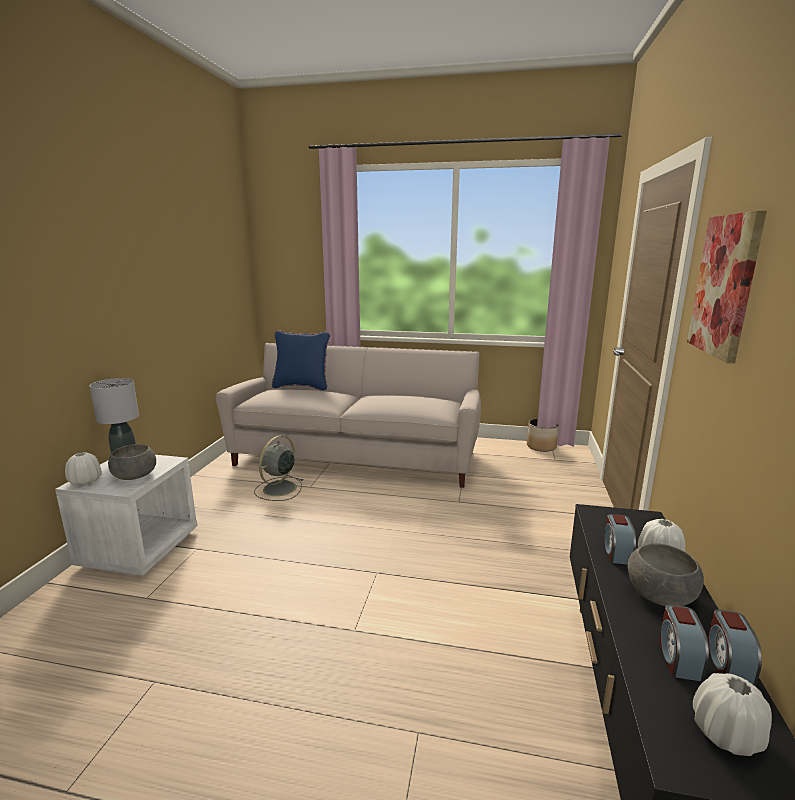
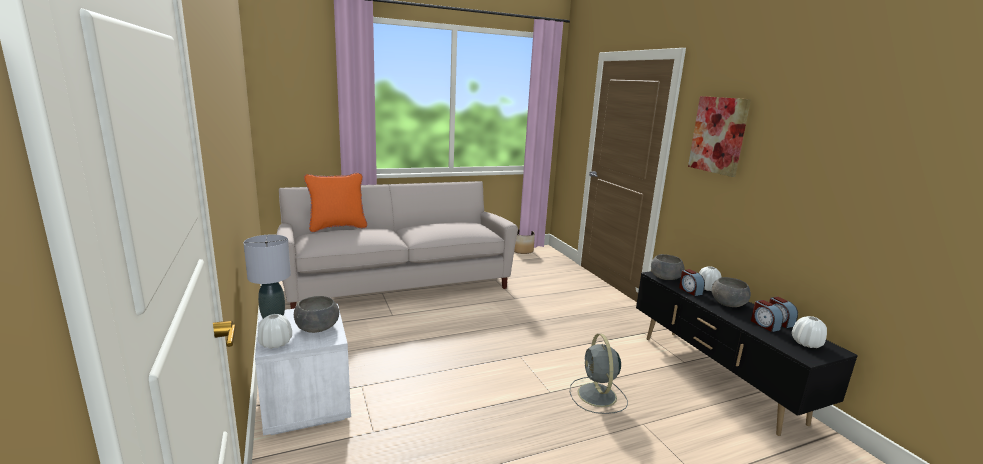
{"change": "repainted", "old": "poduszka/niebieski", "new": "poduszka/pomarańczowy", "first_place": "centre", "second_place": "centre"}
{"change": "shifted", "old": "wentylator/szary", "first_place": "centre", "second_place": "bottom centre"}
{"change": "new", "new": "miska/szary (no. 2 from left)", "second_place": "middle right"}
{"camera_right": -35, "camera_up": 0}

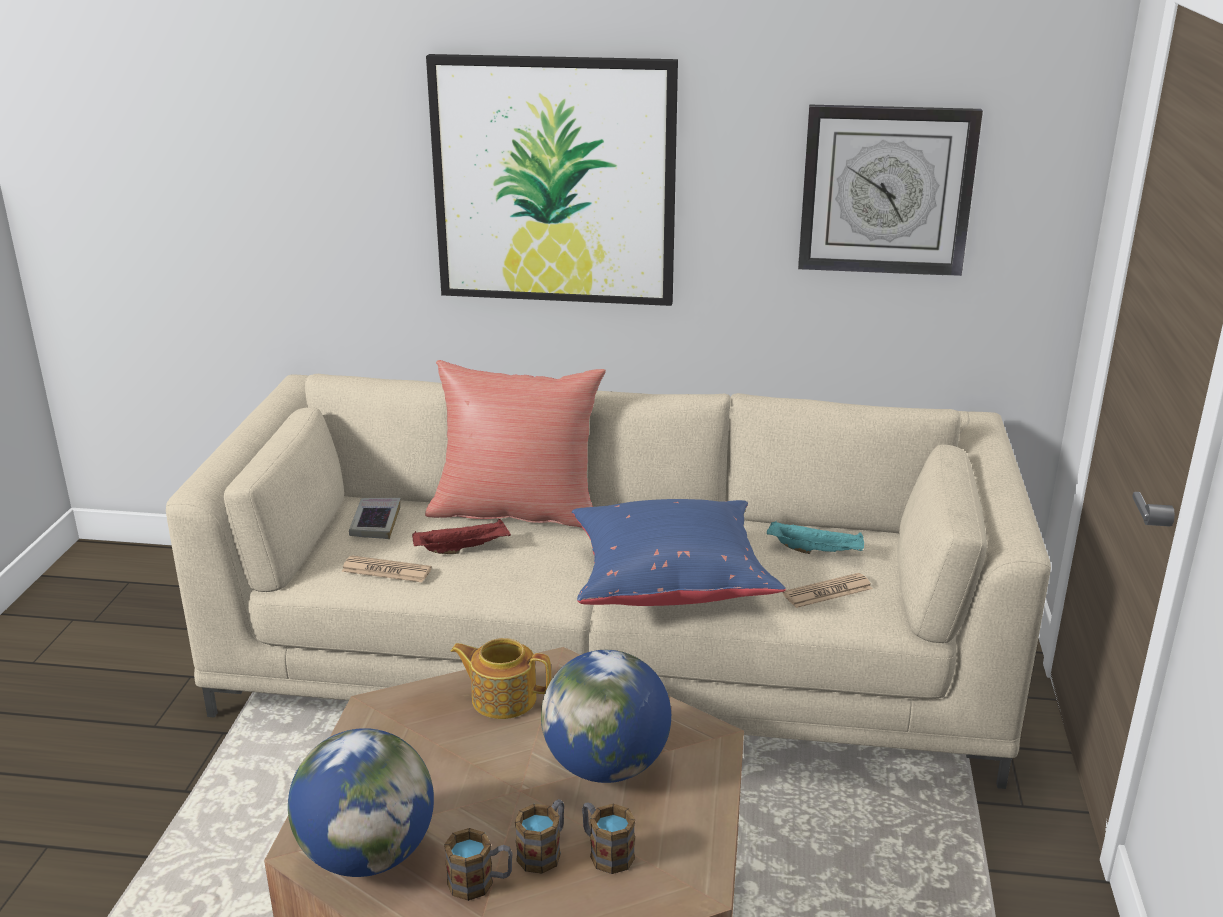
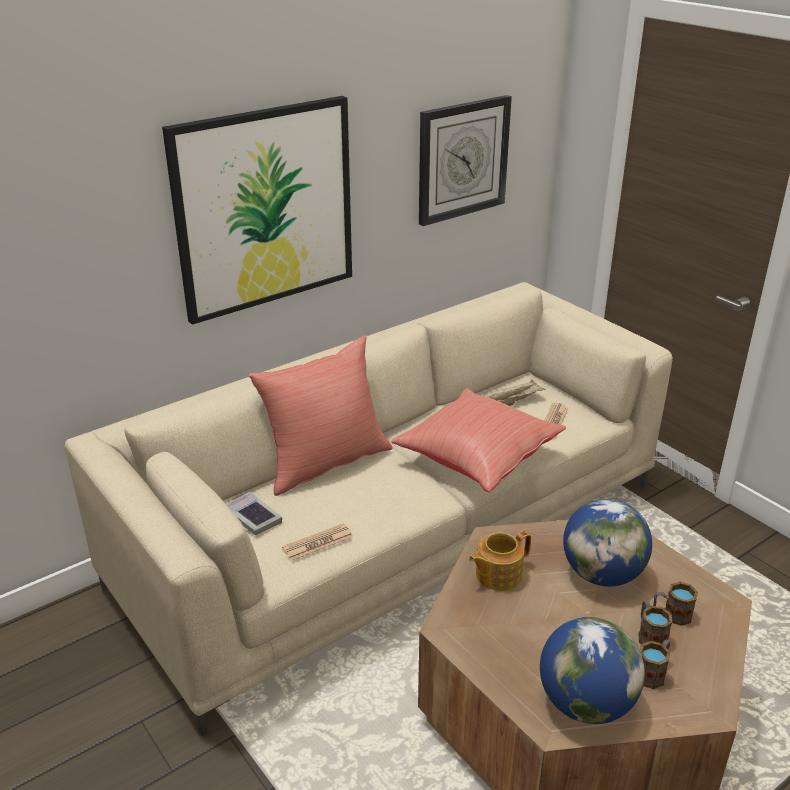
{"change": "repainted", "old": "poduszka/niebieski", "new": "poduszka/czerwony (no. 2 from left)", "first_place": "centre", "second_place": "centre"}
{"change": "repainted", "old": "taca/turkusowy", "new": "taca/beżowy", "first_place": "centre", "second_place": "centre"}
{"change": "gone", "old": "taca/czerwony", "first_place": "centre"}
{"camera_right": -45, "camera_up": 5}

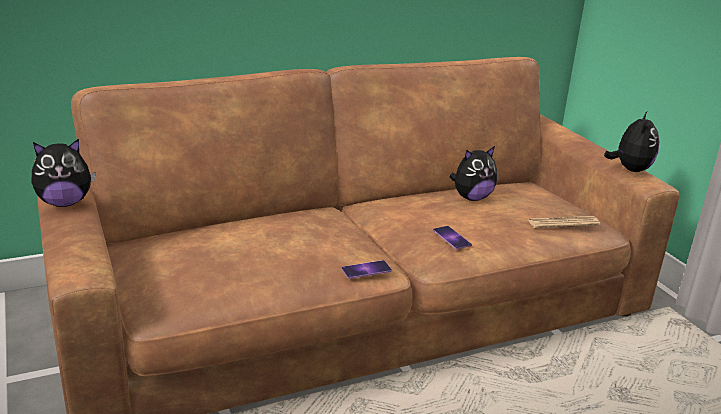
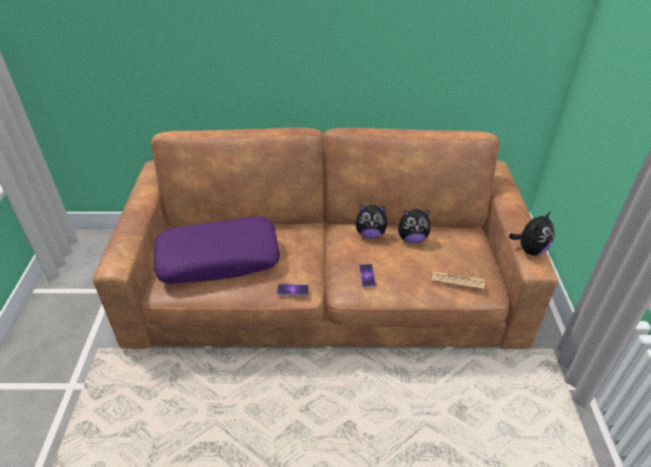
{"change": "new", "new": "poduszka/fioletowy", "second_place": "centre"}
{"change": "shifted", "old": "pluszak (no. 1 from left)", "first_place": "middle left", "second_place": "centre"}
{"camera_right": 25, "camera_up": 15}

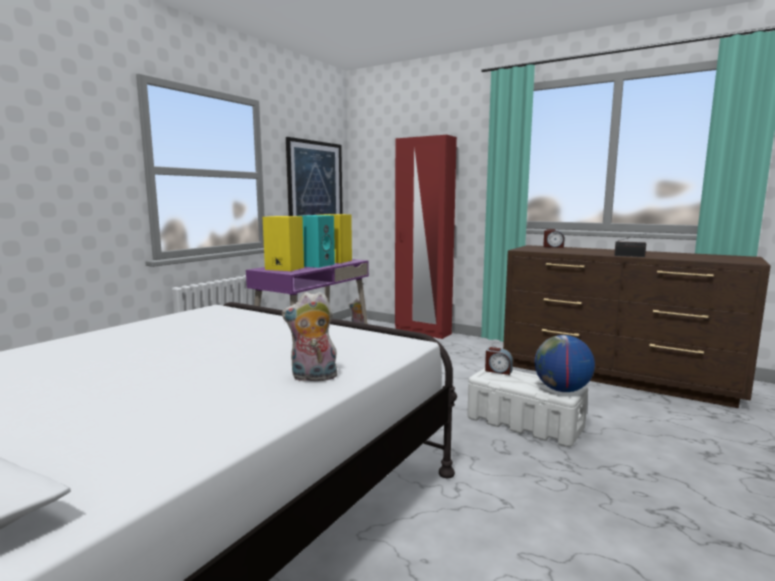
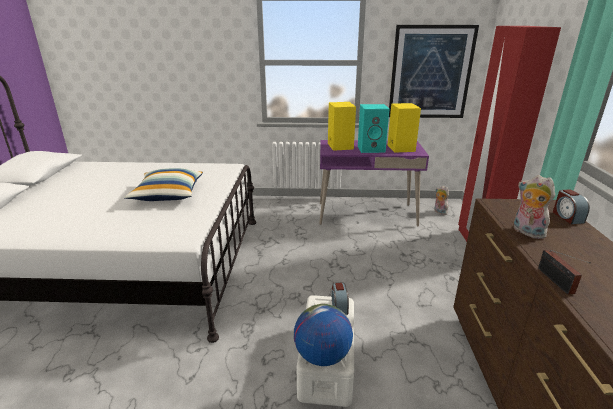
{"change": "new", "new": "poduszka", "second_place": "middle left"}
{"change": "shifted", "old": "pluszak (no. 1 from left in the first image)", "new": "pluszak (no. 2 from left)", "first_place": "centre", "second_place": "middle right"}
{"camera_right": 60, "camera_up": 15}

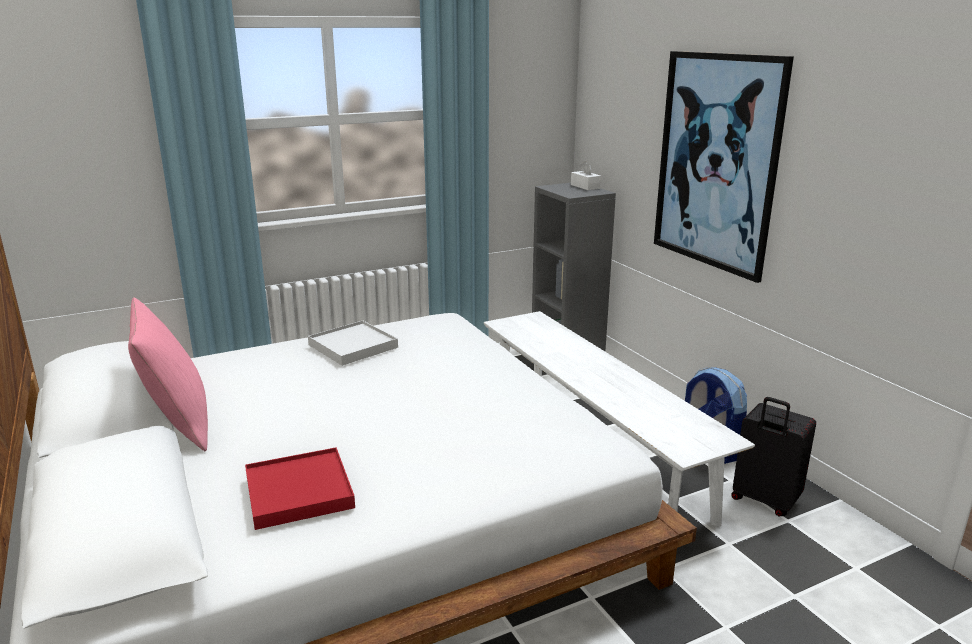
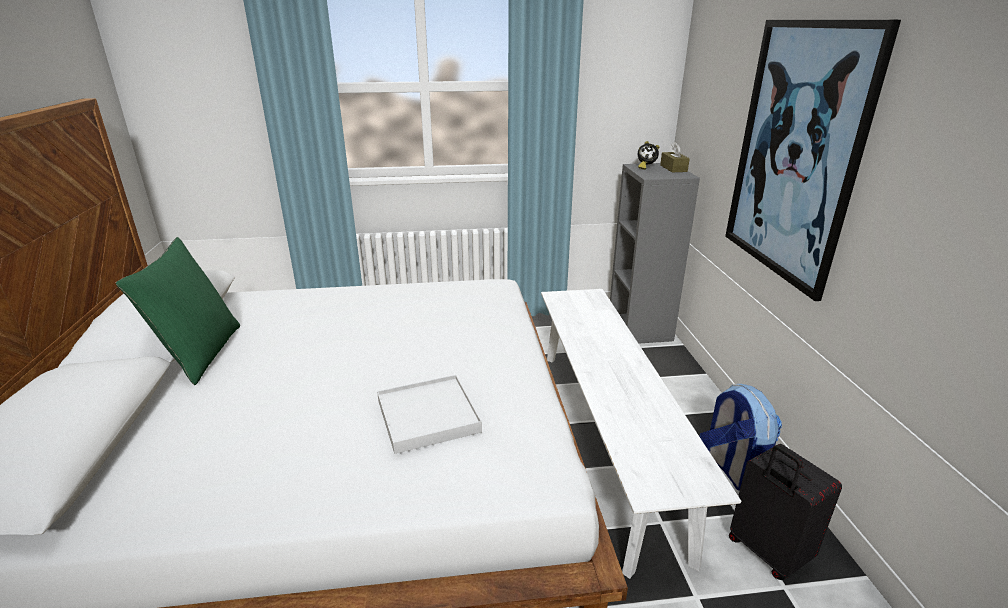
{"change": "repainted", "old": "poduszka/różowy", "new": "poduszka/zielony", "first_place": "middle left", "second_place": "middle left"}
{"change": "shifted", "old": "taca/biały", "first_place": "centre", "second_place": "bottom centre"}
{"change": "new", "new": "budzik", "second_place": "top centre"}
{"change": "repainted", "old": "pudełko chusteczek/biały", "new": "pudełko chusteczek/brązowy", "first_place": "top centre", "second_place": "top right"}
{"change": "gone", "old": "taca/czerwony", "first_place": "bottom left"}
{"camera_right": 20, "camera_up": 5}

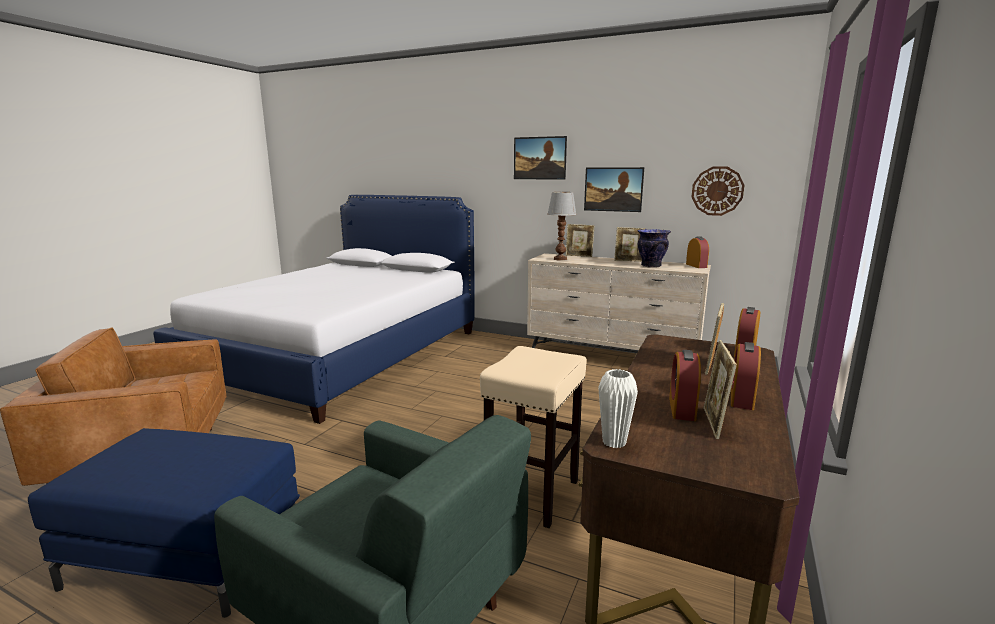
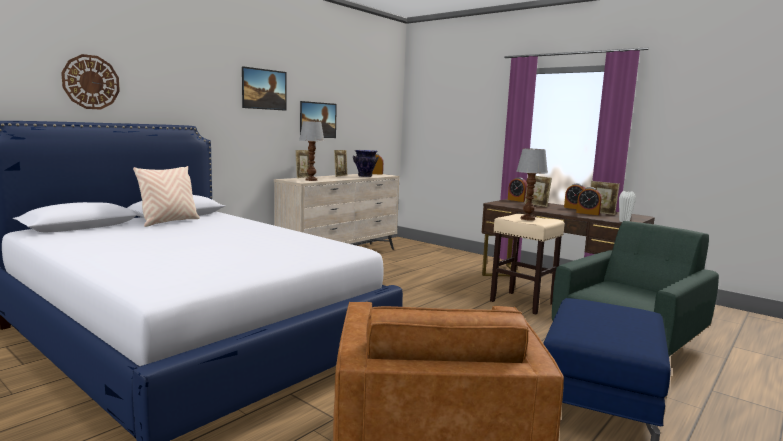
{"change": "shifted", "old": "zegar ścienny", "first_place": "top right", "second_place": "top left"}
{"change": "new", "new": "poduszka/beżowy", "second_place": "middle left"}
{"change": "new", "new": "lampa stołowa (no. 2 from left)", "second_place": "middle right"}
{"camera_right": -75, "camera_up": -5}

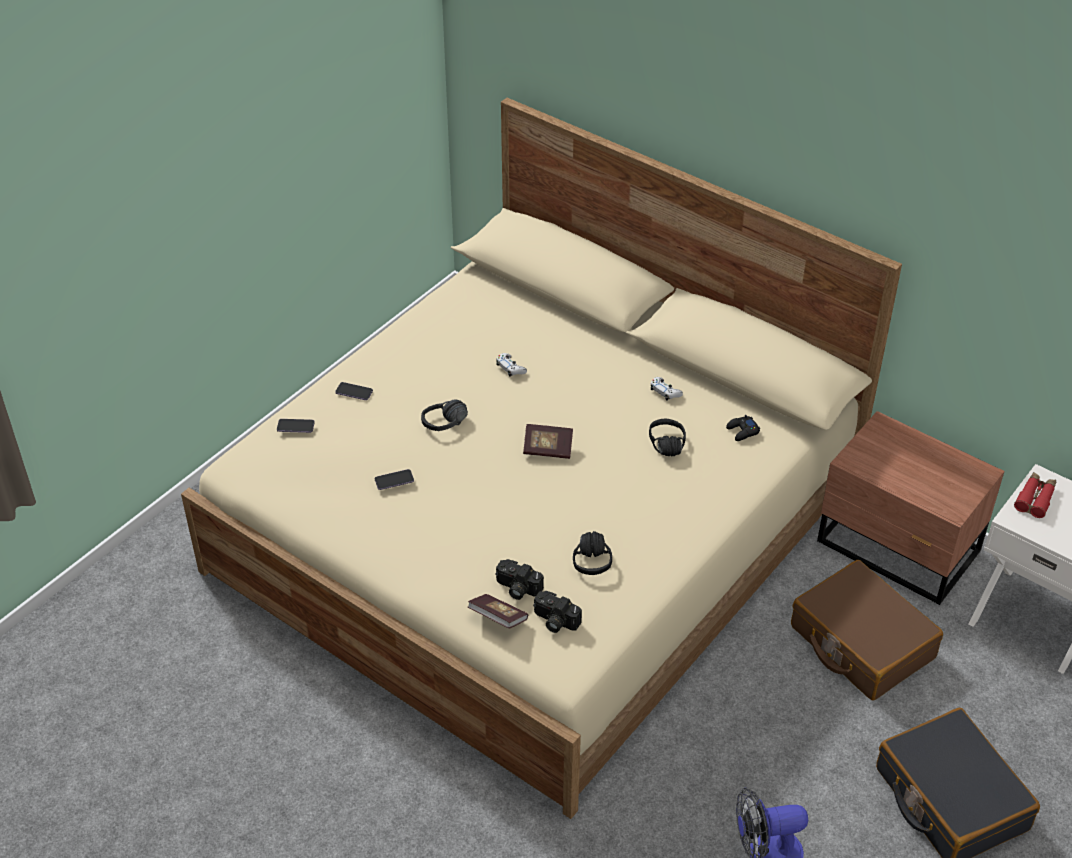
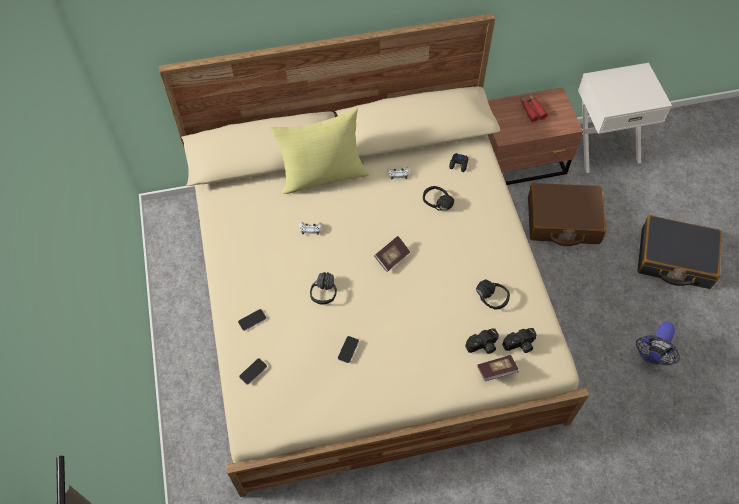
{"change": "new", "new": "poduszka/żółty", "second_place": "top centre"}
{"change": "shifted", "old": "lornetka/czerwony", "first_place": "middle right", "second_place": "top right"}
{"camera_right": -50, "camera_up": 15}

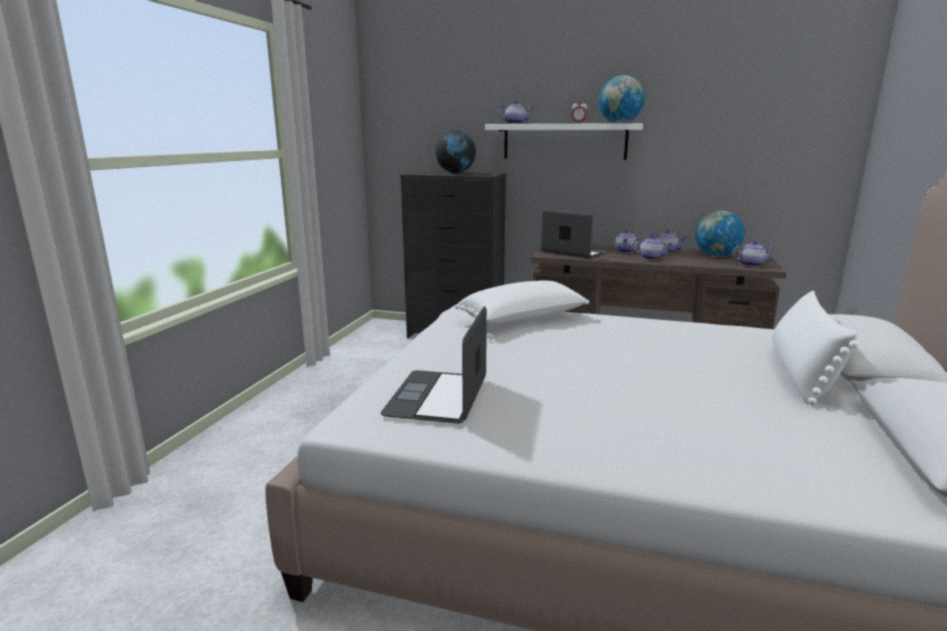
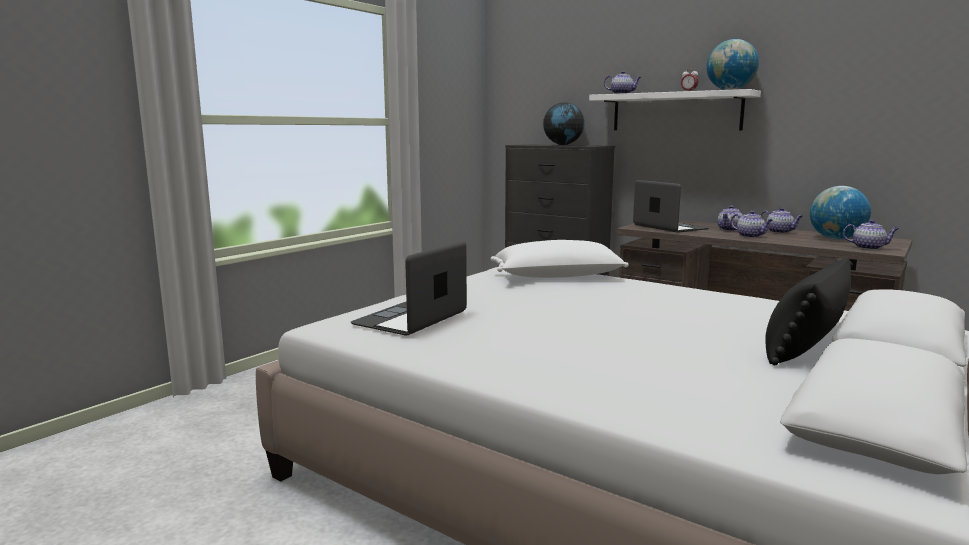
{"change": "repainted", "old": "poduszka/biały (no. 2 from left)", "new": "poduszka/czarny", "first_place": "middle right", "second_place": "middle right"}
{"camera_right": 20, "camera_up": -5}

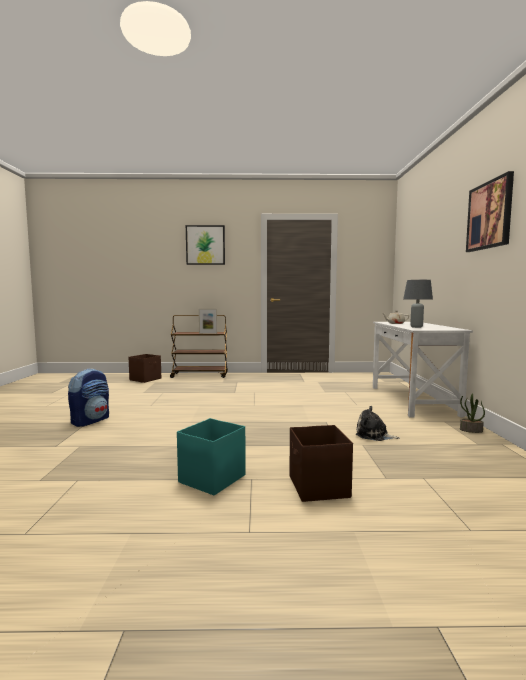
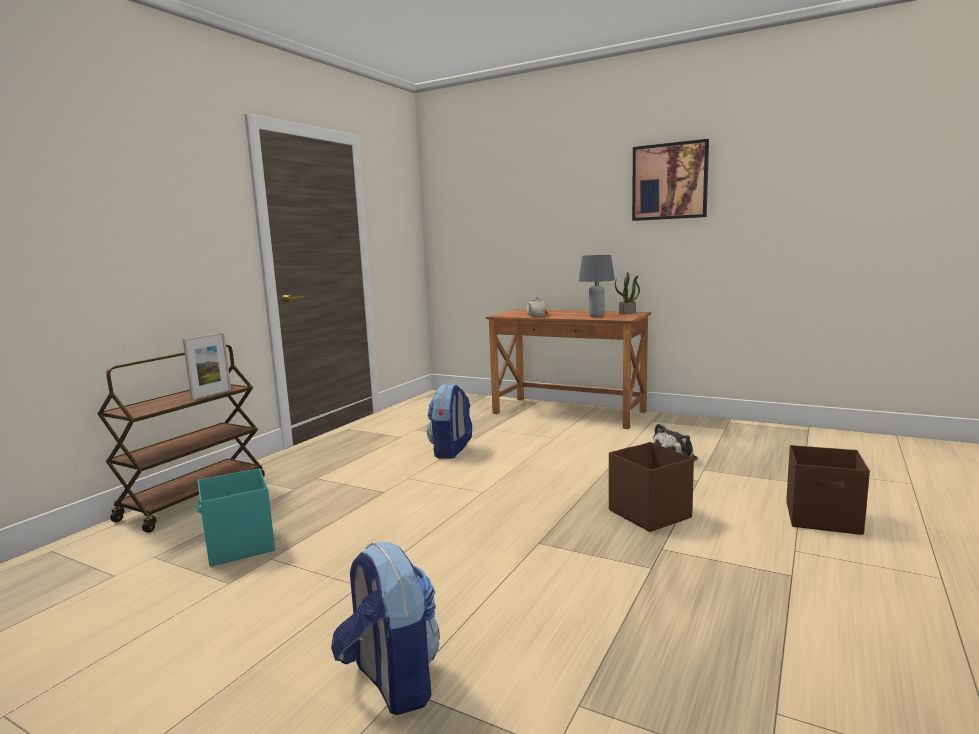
{"change": "shifted", "old": "pojemnik do przechowywania/turkusowy", "first_place": "bottom centre", "second_place": "bottom left"}
{"change": "new", "new": "plecak (no. 2 from left)", "second_place": "centre"}
{"change": "repainted", "old": "biurko/biały", "new": "biurko/brązowy", "first_place": "middle right", "second_place": "centre"}
{"change": "shifted", "old": "pojemnik do przechowywania/brązowy (no. 1 from left)", "first_place": "middle left", "second_place": "centre"}
{"change": "shifted", "old": "roślina doniczkowa", "first_place": "middle right", "second_place": "centre"}
{"change": "gone", "old": "obraz (no. 1 from left)", "first_place": "centre"}
{"camera_right": -60, "camera_up": 5}

